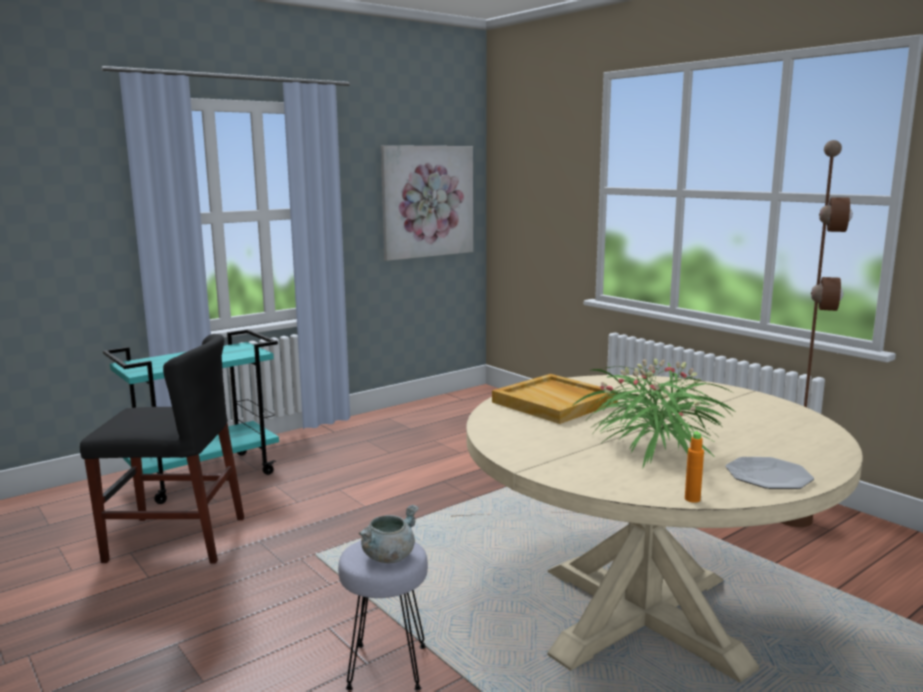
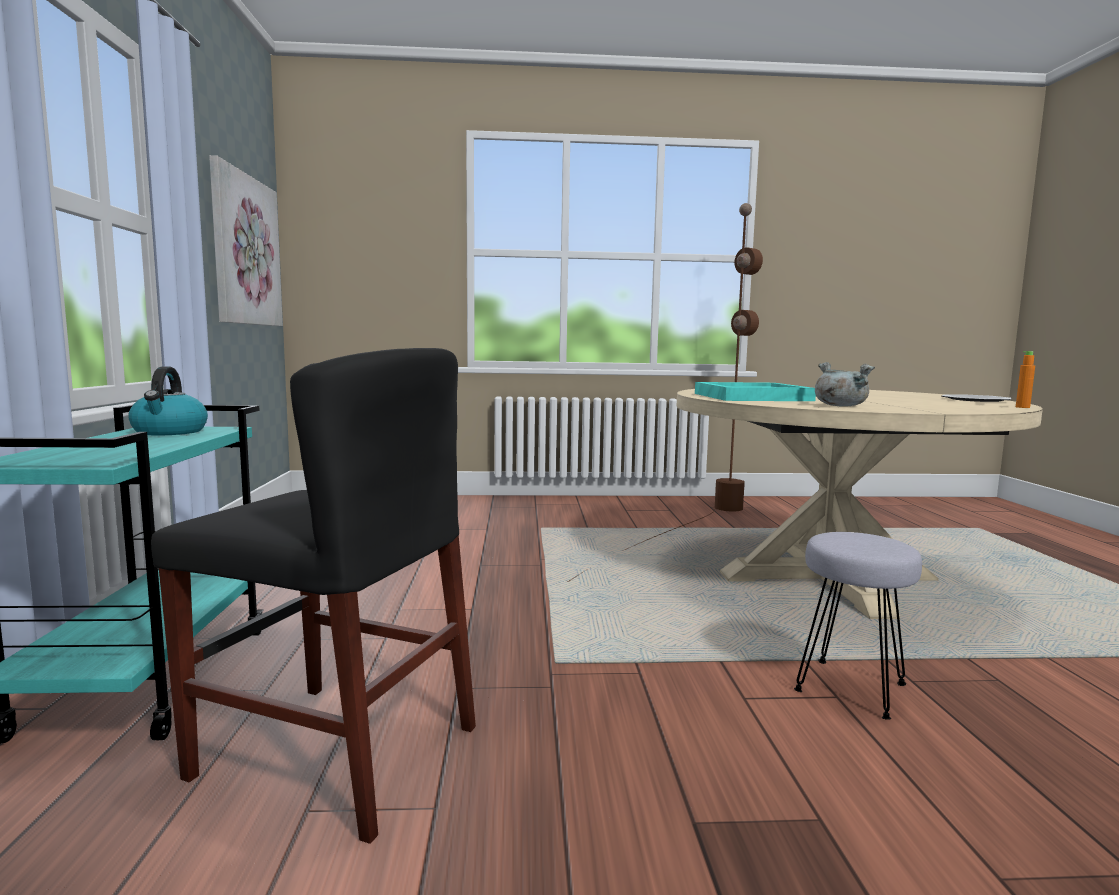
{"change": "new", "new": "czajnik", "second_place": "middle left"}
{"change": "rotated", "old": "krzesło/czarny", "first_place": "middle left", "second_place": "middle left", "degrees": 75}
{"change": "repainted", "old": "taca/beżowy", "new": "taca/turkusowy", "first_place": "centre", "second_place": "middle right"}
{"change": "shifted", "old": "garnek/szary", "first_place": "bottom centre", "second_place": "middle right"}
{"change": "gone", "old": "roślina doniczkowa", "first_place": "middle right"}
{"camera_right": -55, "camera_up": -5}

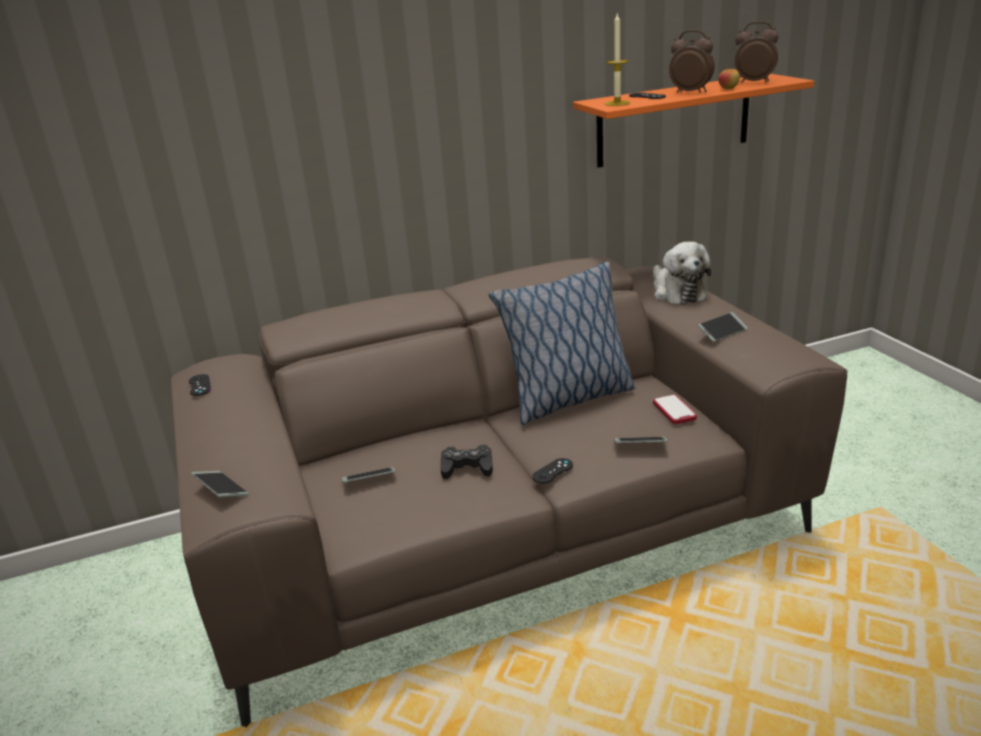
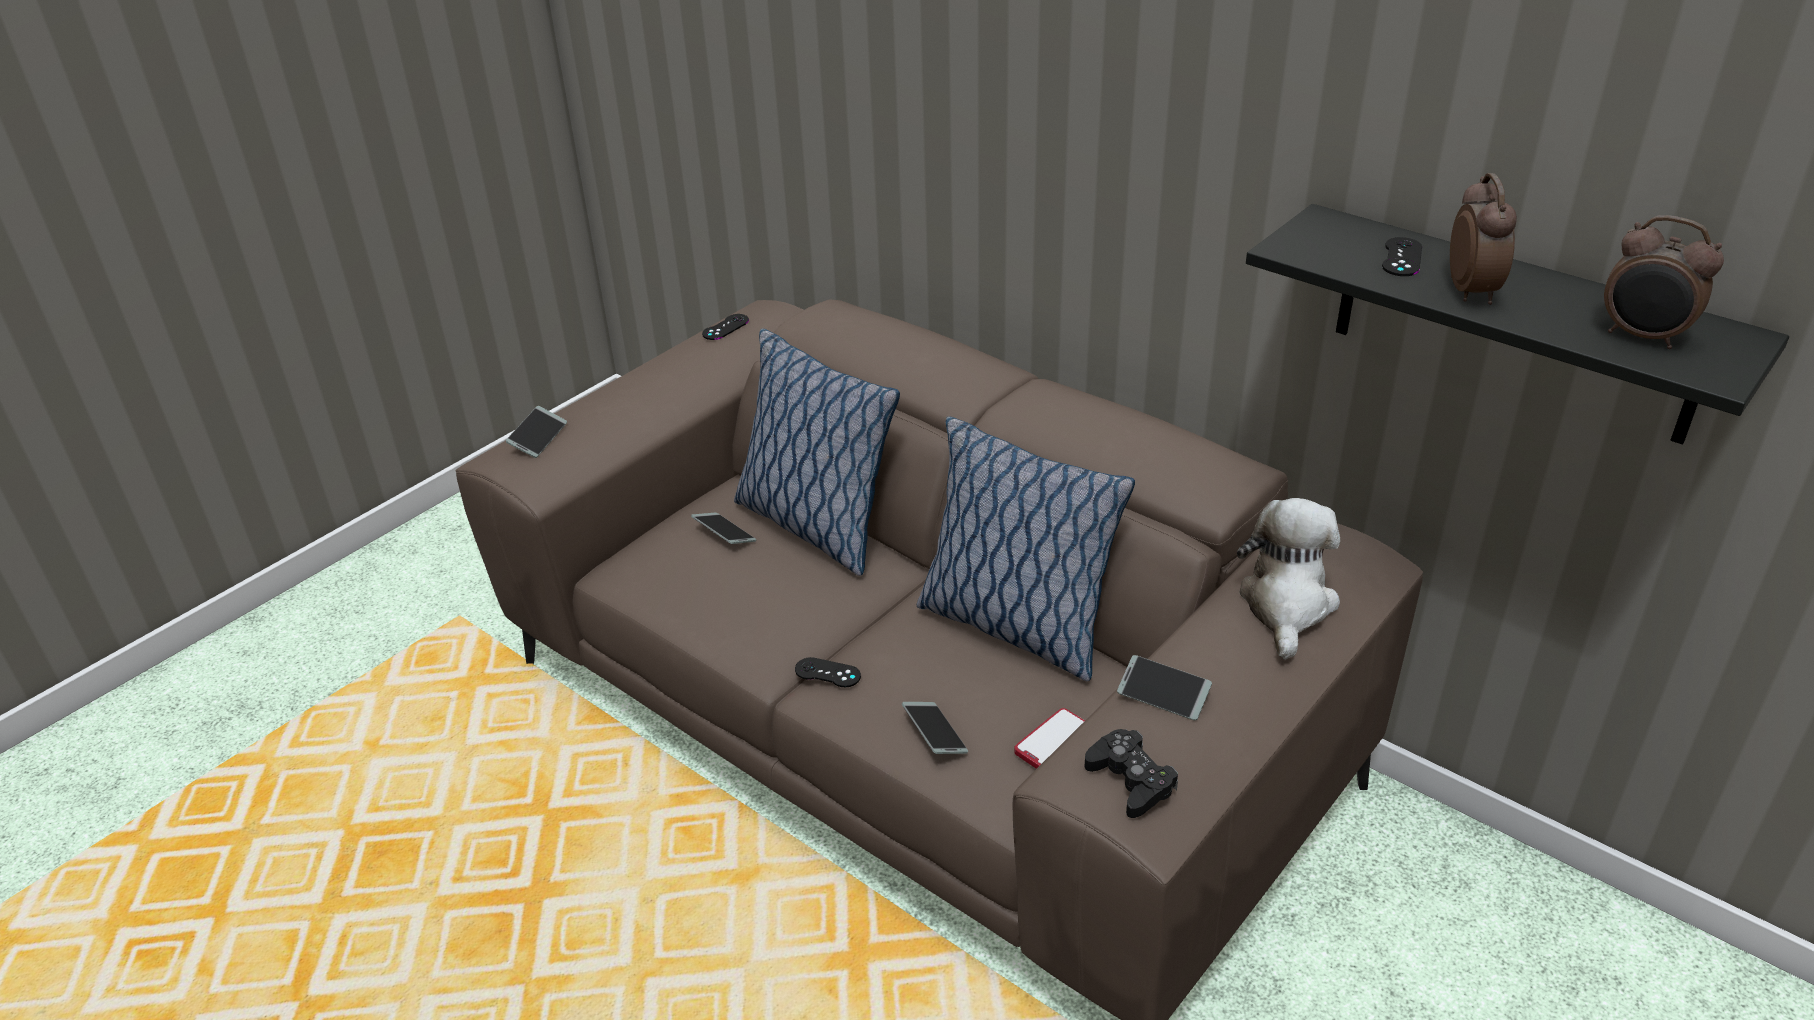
{"change": "new", "new": "poduszka (no. 1 from left)", "second_place": "centre"}
{"change": "shifted", "old": "pad do gier/czarny (no. 2 from left in the first image)", "new": "pad do gier/czarny (no. 3 from left)", "first_place": "centre", "second_place": "bottom centre"}
{"change": "rotated", "old": "pluszak", "first_place": "middle right", "second_place": "middle right", "degrees": 150}
{"change": "repainted", "old": "półka/pomarańczowy", "new": "półka/czarny", "first_place": "top right", "second_place": "top right"}
{"change": "rotated", "old": "budzik (no. 2 from left)", "first_place": "top right", "second_place": "top right", "degrees": 135}
{"change": "gone", "old": "świeca", "first_place": "top centre"}
{"change": "gone", "old": "jabłko", "first_place": "top right"}
{"camera_right": 60, "camera_up": 10}

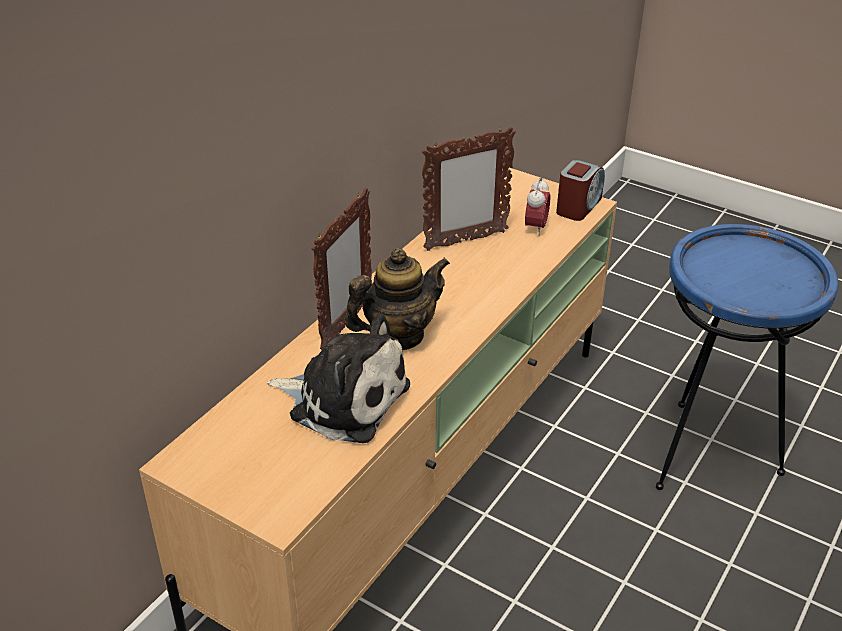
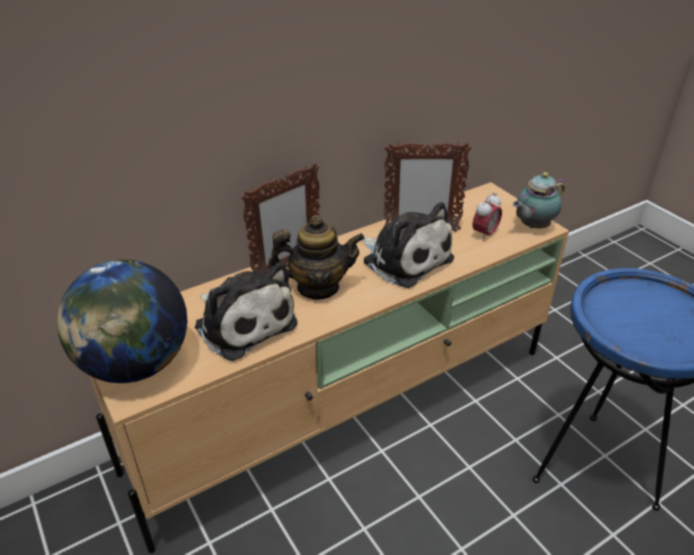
{"change": "new", "new": "globus", "second_place": "middle left"}
{"change": "new", "new": "pluszak (no. 2 from left)", "second_place": "centre"}
{"change": "swapped", "old": "budzik (no. 2 from left)", "new": "imbryk (no. 2 from left)", "first_place": "top right", "second_place": "middle right"}
{"camera_right": 25, "camera_up": 0}

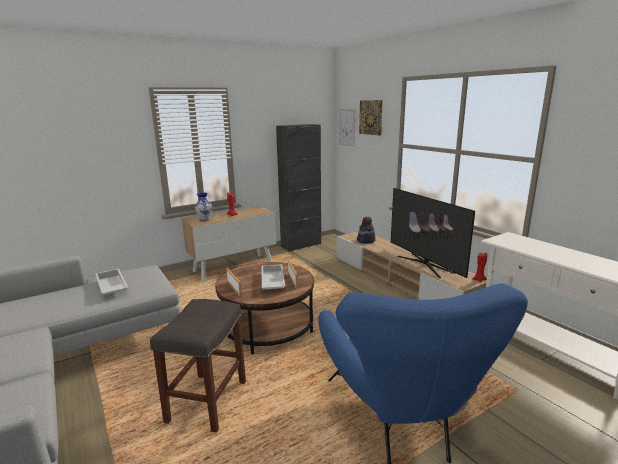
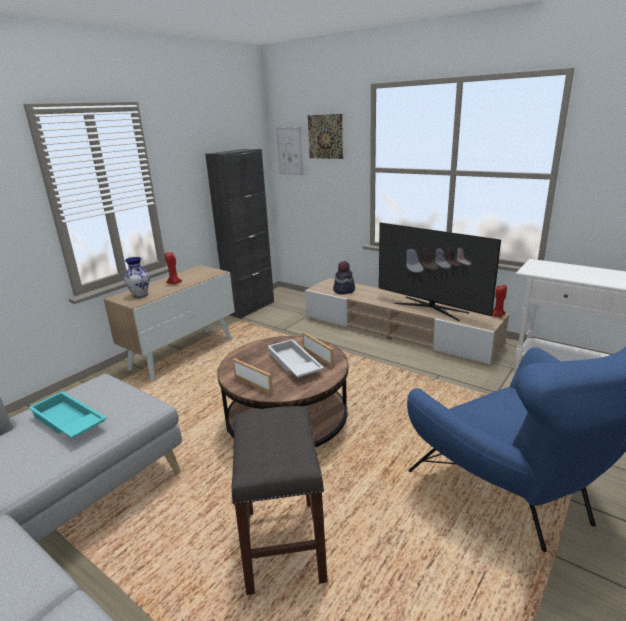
{"change": "repainted", "old": "taca/biały (no. 1 from left)", "new": "taca/turkusowy", "first_place": "middle left", "second_place": "bottom left"}
{"camera_right": -20, "camera_up": 5}

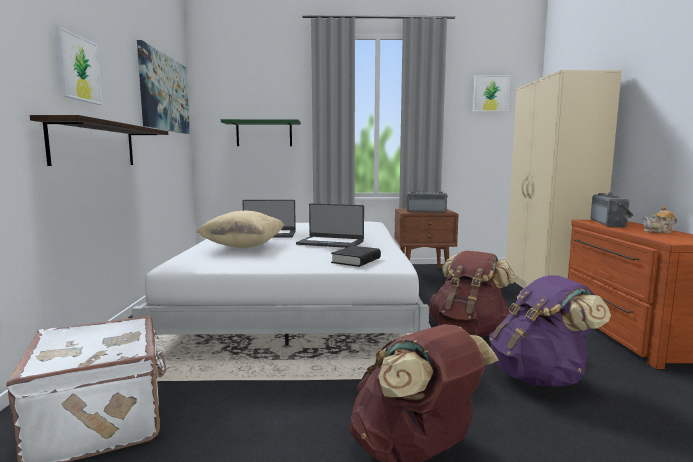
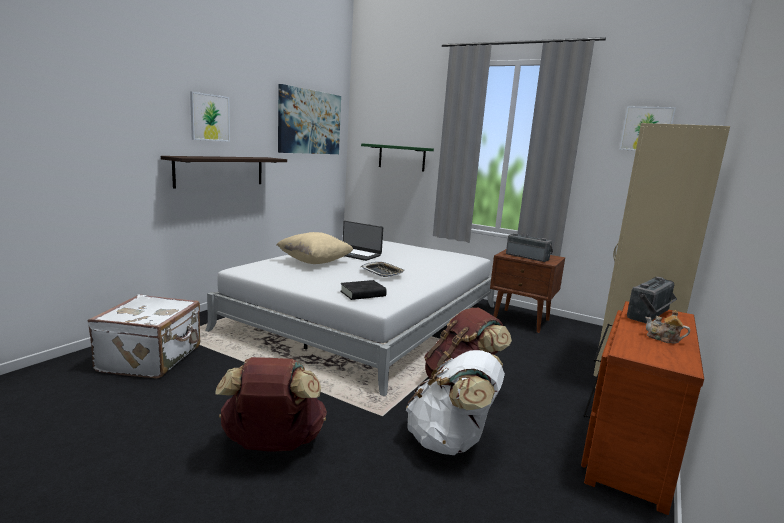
{"change": "swapped", "old": "laptop (no. 2 from left)", "new": "taca", "first_place": "centre", "second_place": "centre"}
{"change": "repainted", "old": "plecak/fioletowy", "new": "plecak/biały", "first_place": "bottom right", "second_place": "bottom centre"}
{"camera_right": 30, "camera_up": 5}

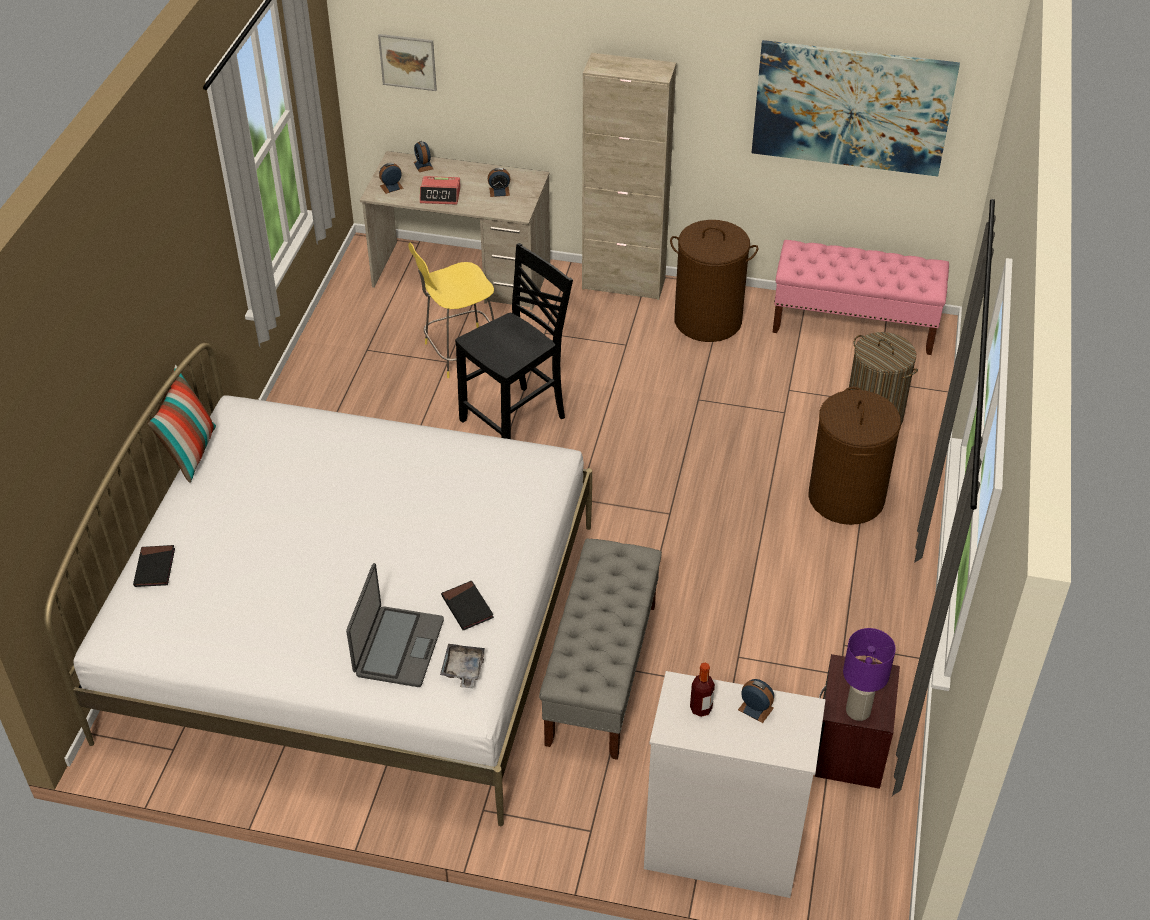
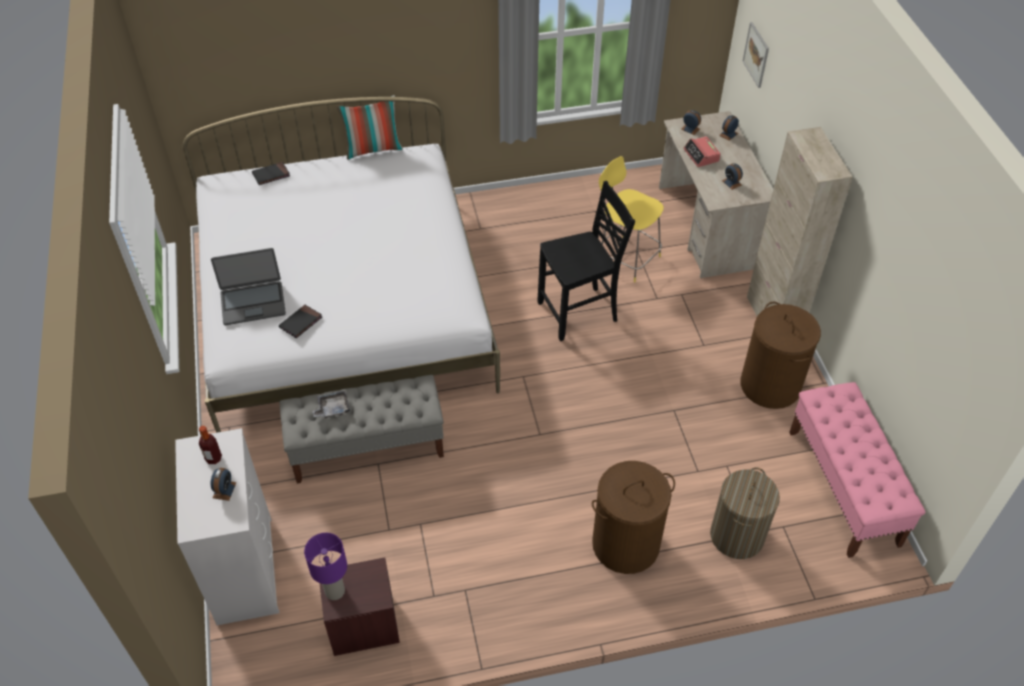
{"change": "shifted", "old": "taca/szary", "first_place": "bottom centre", "second_place": "middle left"}
{"change": "rotated", "old": "krzesło/czarny", "first_place": "centre", "second_place": "centre", "degrees": -45}
{"change": "gone", "old": "obraz (no. 2 from left)", "first_place": "top right"}
{"camera_right": 65, "camera_up": 5}

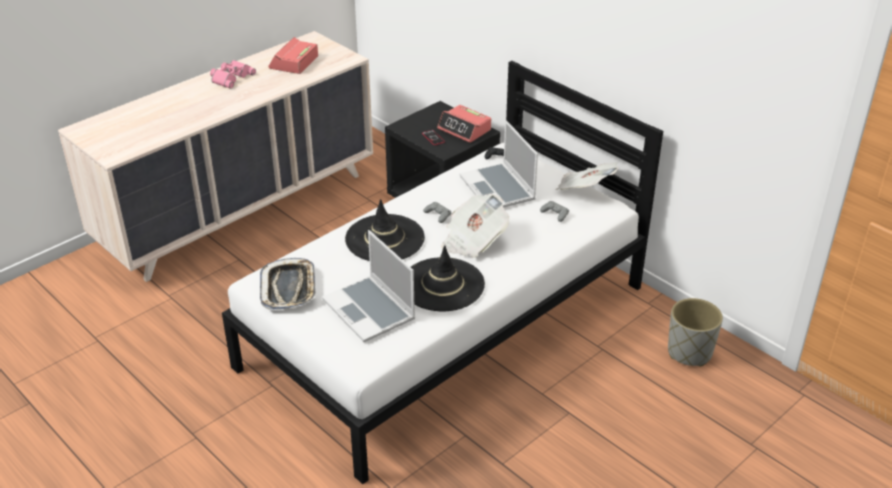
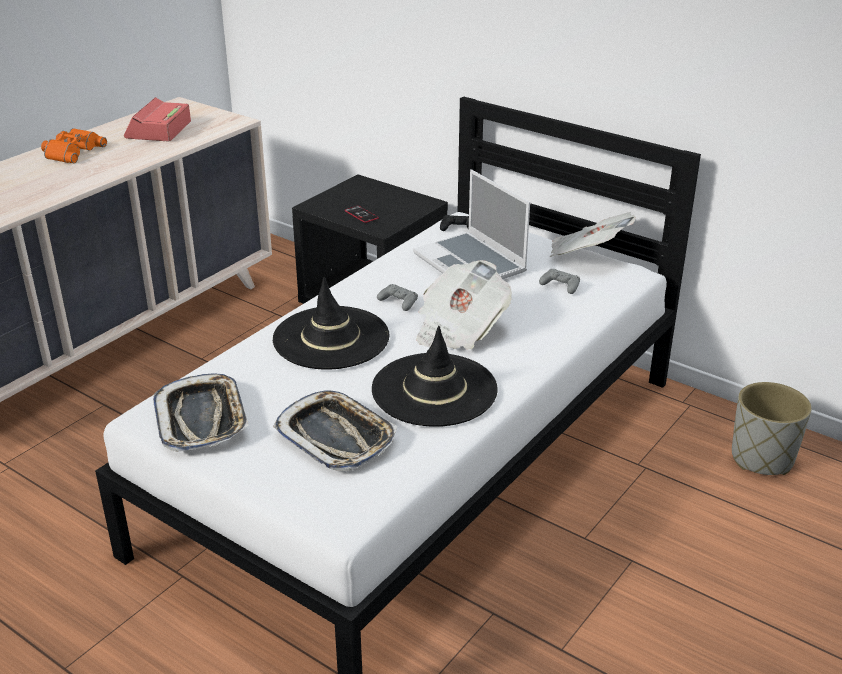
{"change": "repainted", "old": "lornetka/różowy", "new": "lornetka/pomarańczowy", "first_place": "top left", "second_place": "top left"}
{"change": "swapped", "old": "laptop (no. 1 from left)", "new": "taca (no. 2 from left)", "first_place": "centre", "second_place": "centre"}
{"change": "gone", "old": "budzik (no. 2 from left)", "first_place": "top centre"}
{"camera_right": -10, "camera_up": -5}

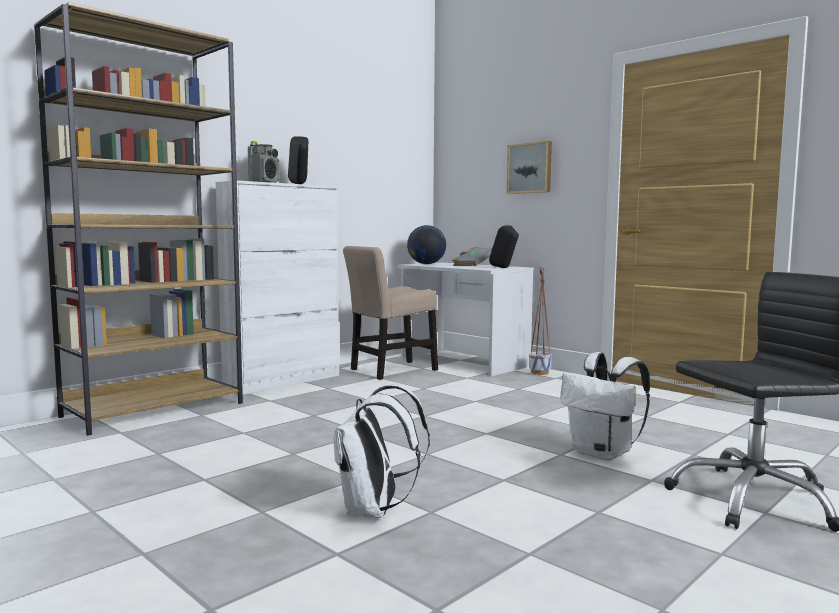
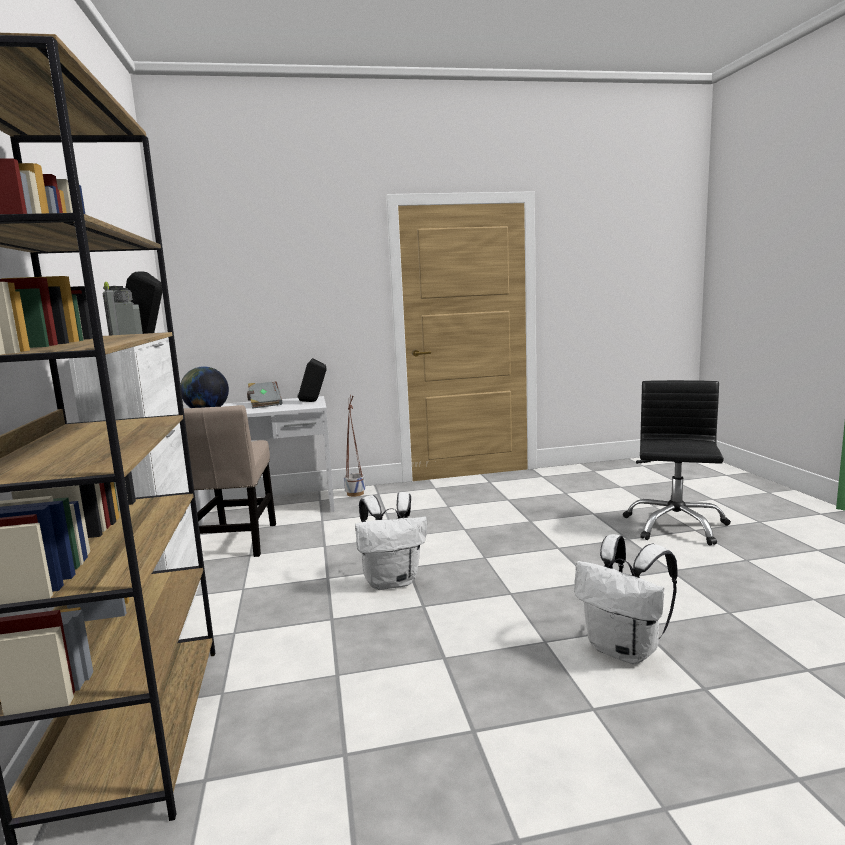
{"change": "shifted", "old": "plecak/biały (no. 2 from left in the first image)", "new": "plecak/biały (no. 1 from left)", "first_place": "middle right", "second_place": "centre"}
{"change": "gone", "old": "obraz", "first_place": "top centre"}
{"camera_right": -55, "camera_up": 5}

